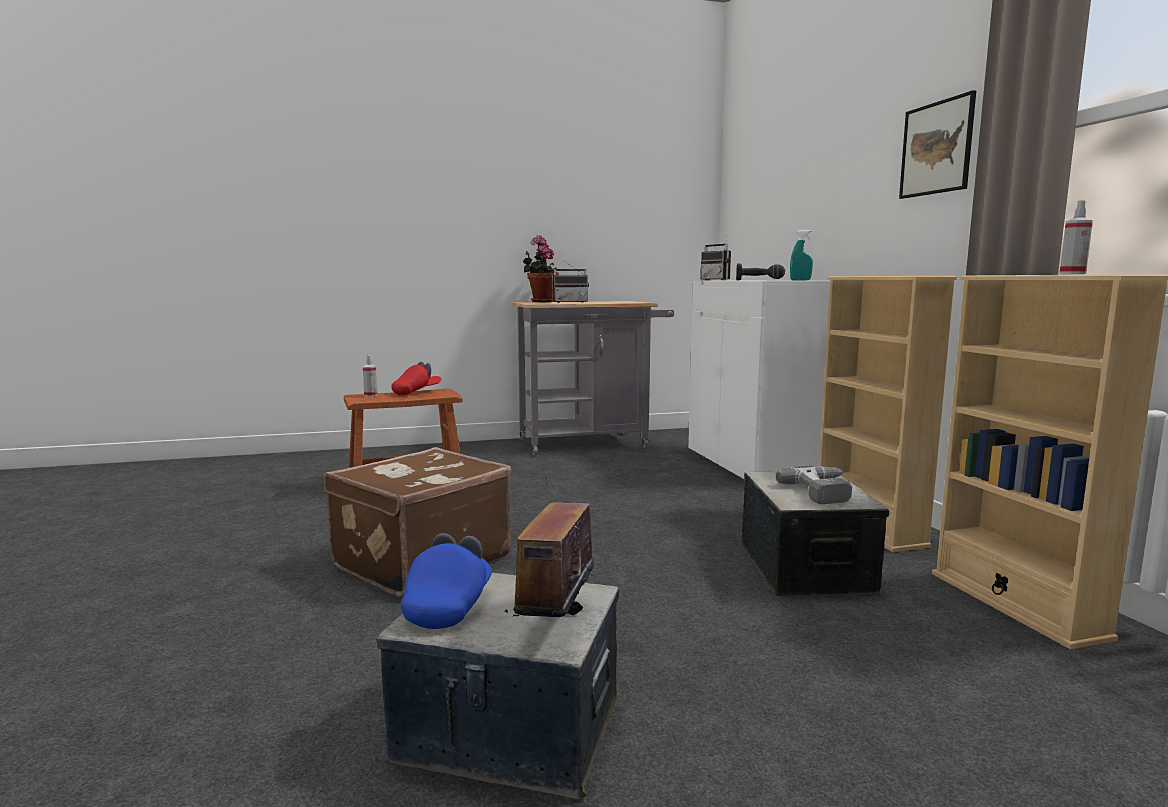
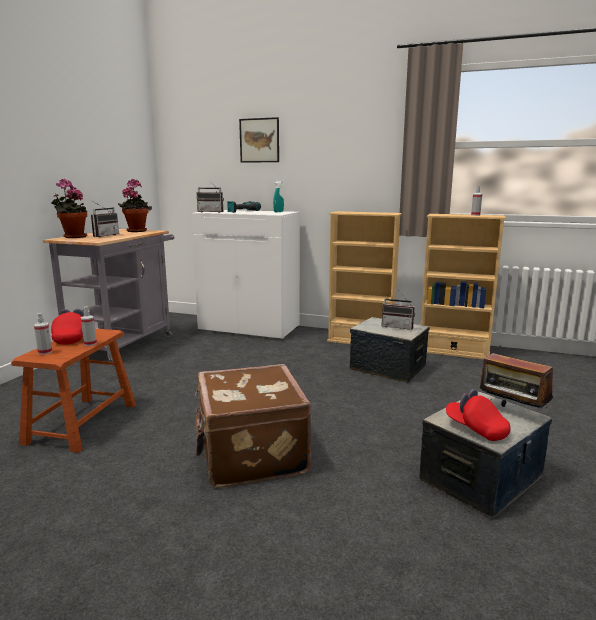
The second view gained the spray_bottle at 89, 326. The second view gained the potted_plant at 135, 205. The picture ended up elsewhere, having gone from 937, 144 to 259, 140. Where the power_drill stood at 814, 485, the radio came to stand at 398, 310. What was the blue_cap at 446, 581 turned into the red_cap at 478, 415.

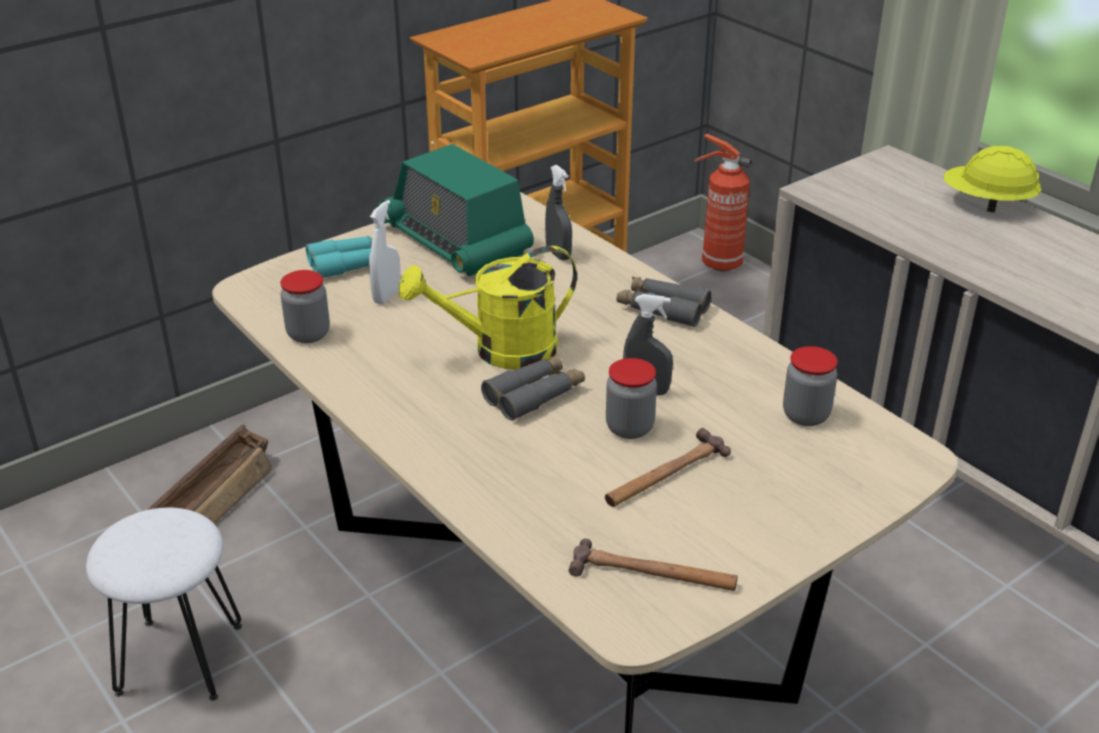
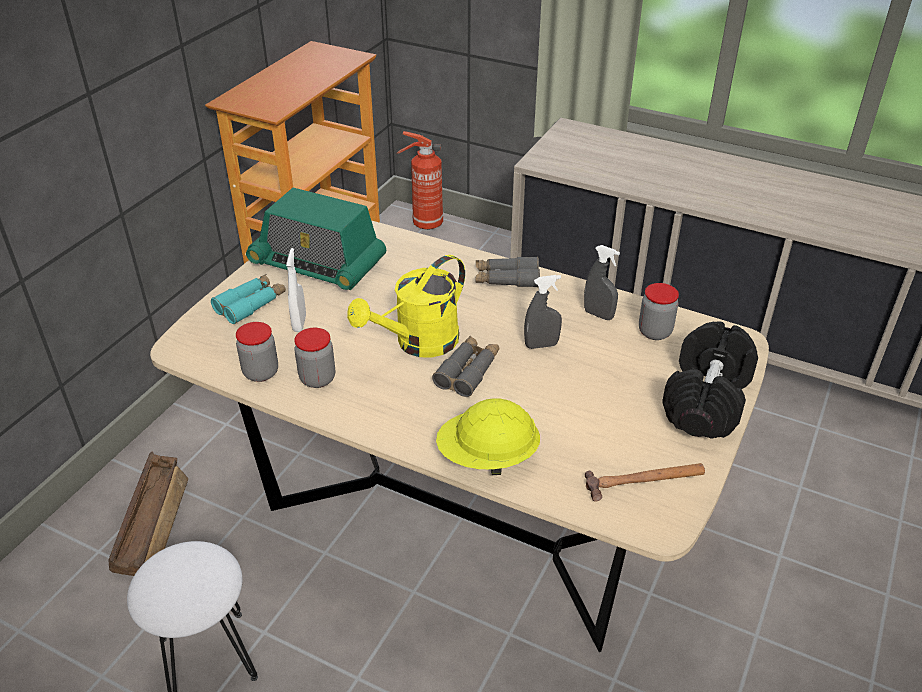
The jar ended up elsewhere, having gone from 631, 398 to 314, 358. The yellow_hard_hat ended up elsewhere, having gone from 992, 179 to 488, 436. The grey_spray_bottle ended up elsewhere, having gone from 558, 213 to 602, 282. The second view gained the black_dumbbell at 710, 380. The second view lost the hammer at 668, 467.

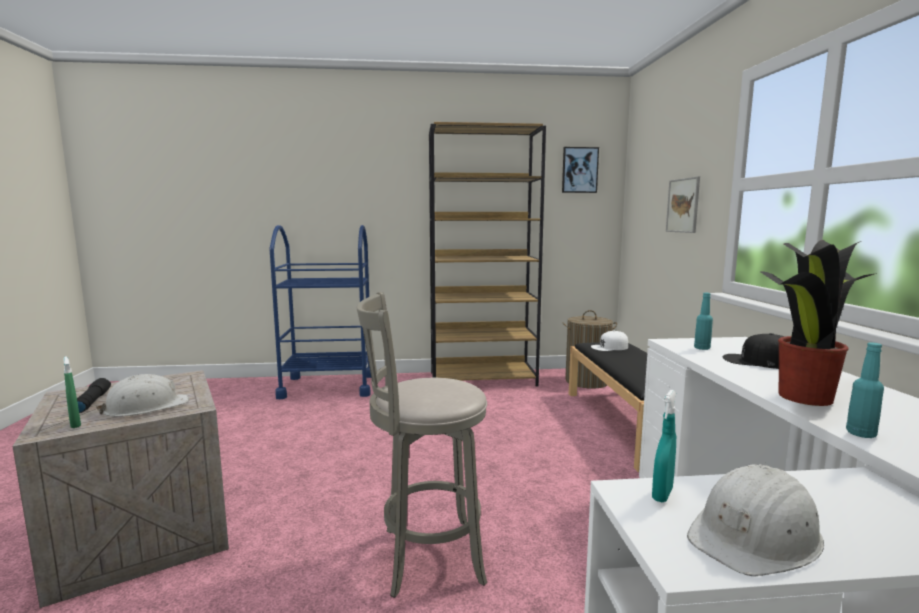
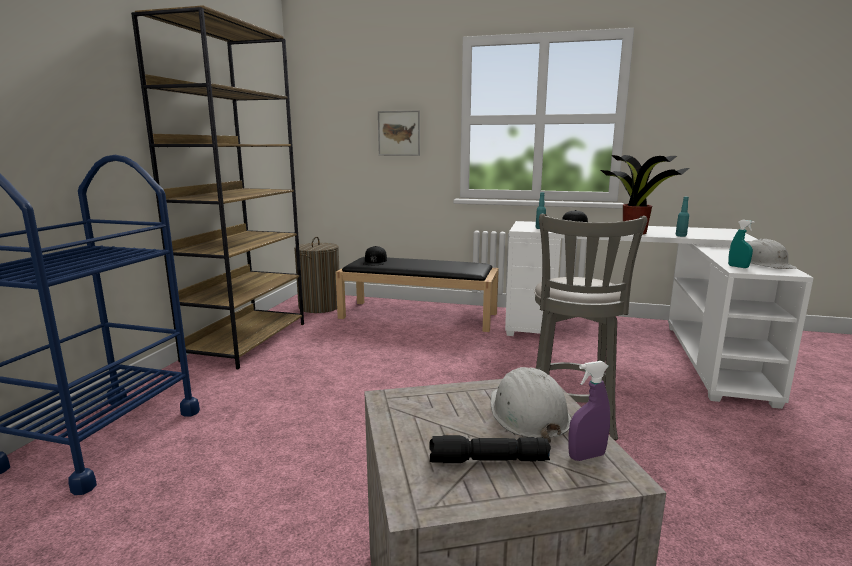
What was the white_cap at 609, 341 turned into the black_cap at 375, 255. What was the green_spray_bottle at 72, 392 turned into the purple_spray_bottle at 589, 411. The second view lost the picture at 580, 170.

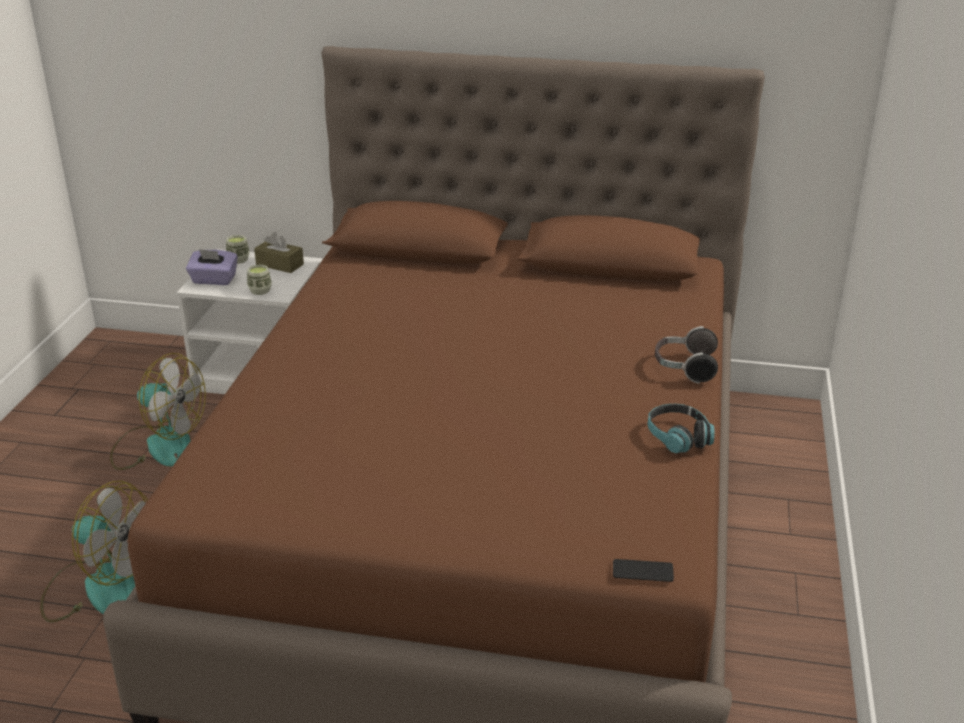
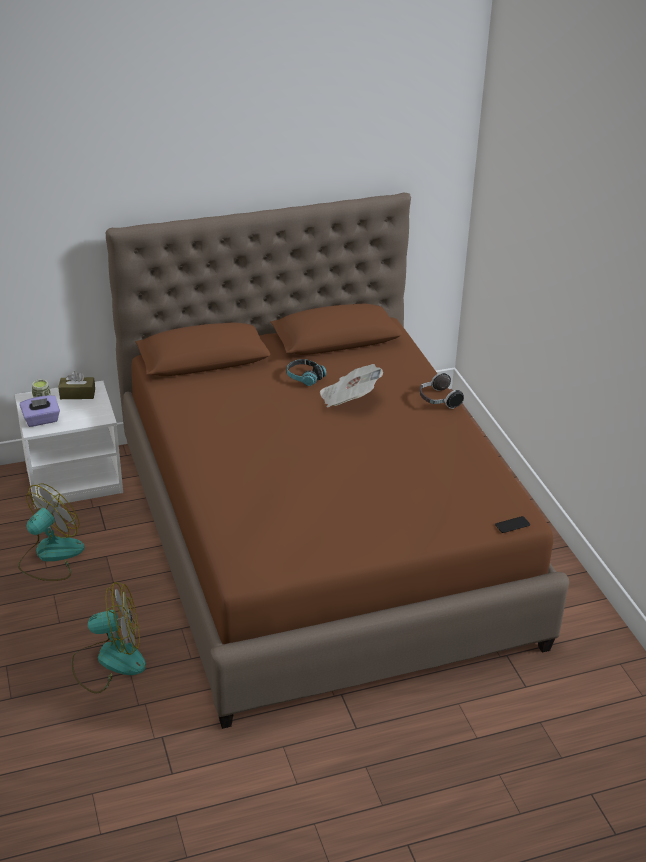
The fan at 158, 411 ended up facing another way, 45 degrees counterclockwise from before. The headphones ended up elsewhere, having gone from 681, 428 to 306, 372. The second view gained the newspaper at 351, 386. The second view lost the cup at 259, 280.

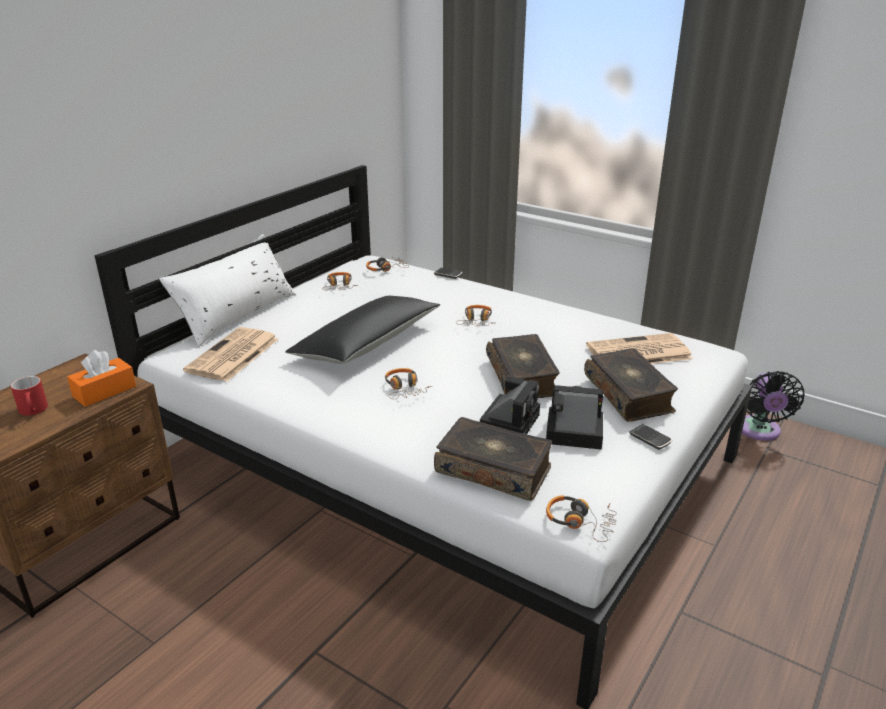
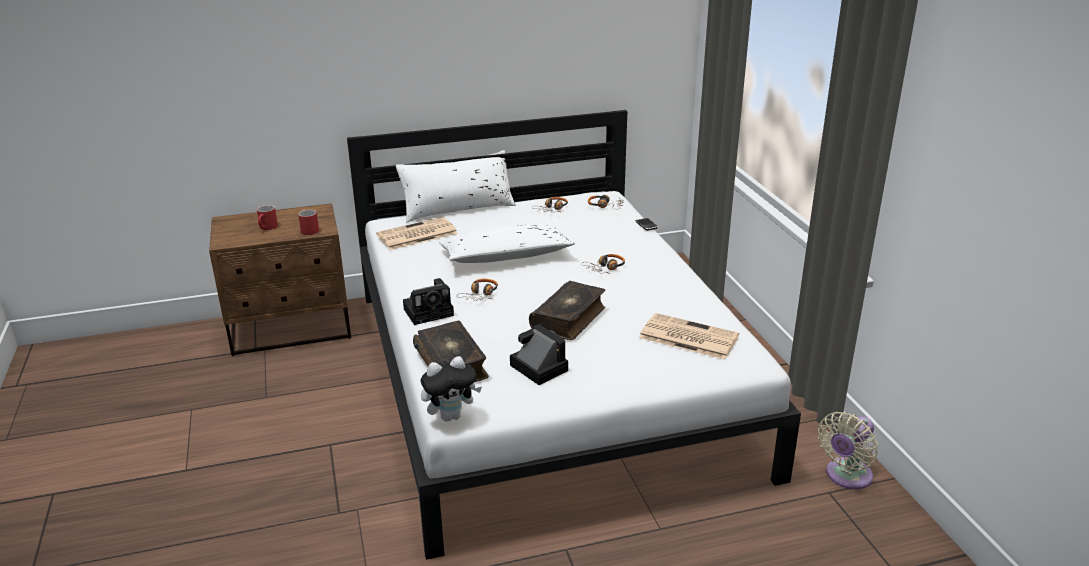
Where the orange_tissue_box stood at 101, 378, the red_mug came to stand at 308, 222. The photo_camera ended up elsewhere, having gone from 510, 405 to 428, 301. Where the headphones stood at 581, 518, the plush_toy came to stand at 451, 389. What was the black_pillow at 362, 330 turned into the white_pillow at 507, 243. What was the black_fan at 773, 406 turned into the beige_fan at 848, 450. The second view lost the book at 631, 385. The second view lost the phone at 650, 437.

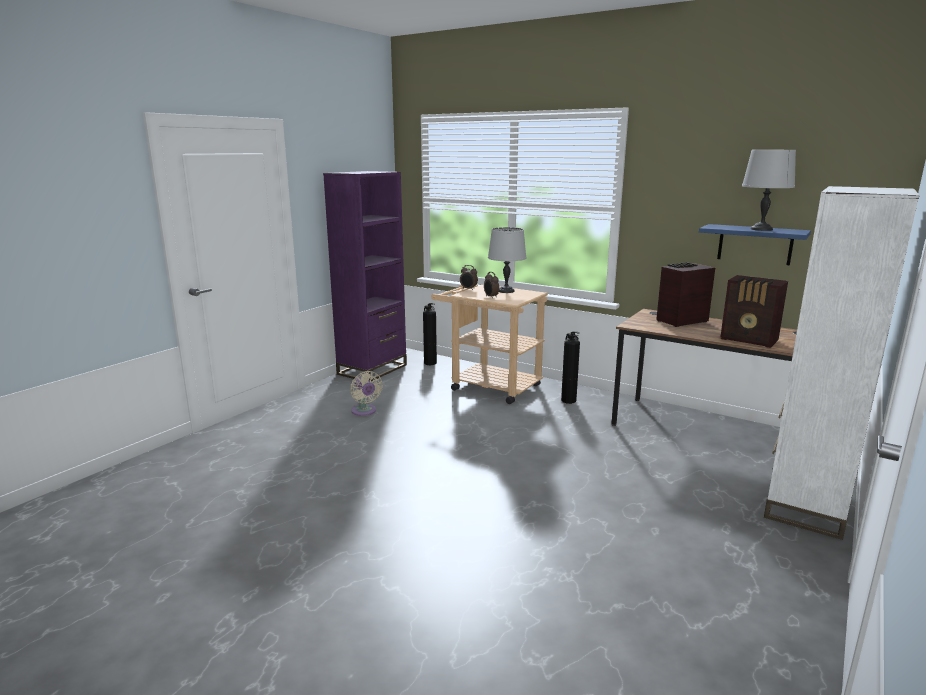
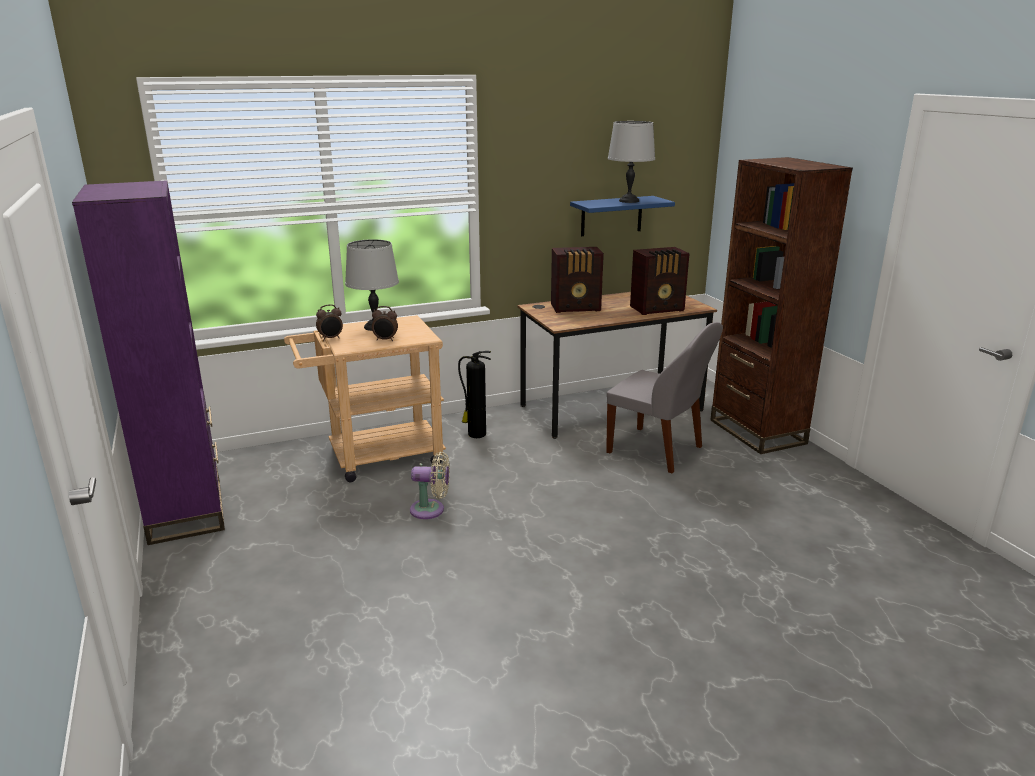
The beige_fan ended up elsewhere, having gone from 366, 393 to 430, 485. The radio at 685, 294 ended up facing another way, 105 degrees counterclockwise from before. The second view gained the grey_chair at 664, 398. What was the white_bookcase at 842, 363 turned into the brown_bookcase at 781, 305. The second view lost the fire_extinguisher at 430, 334.

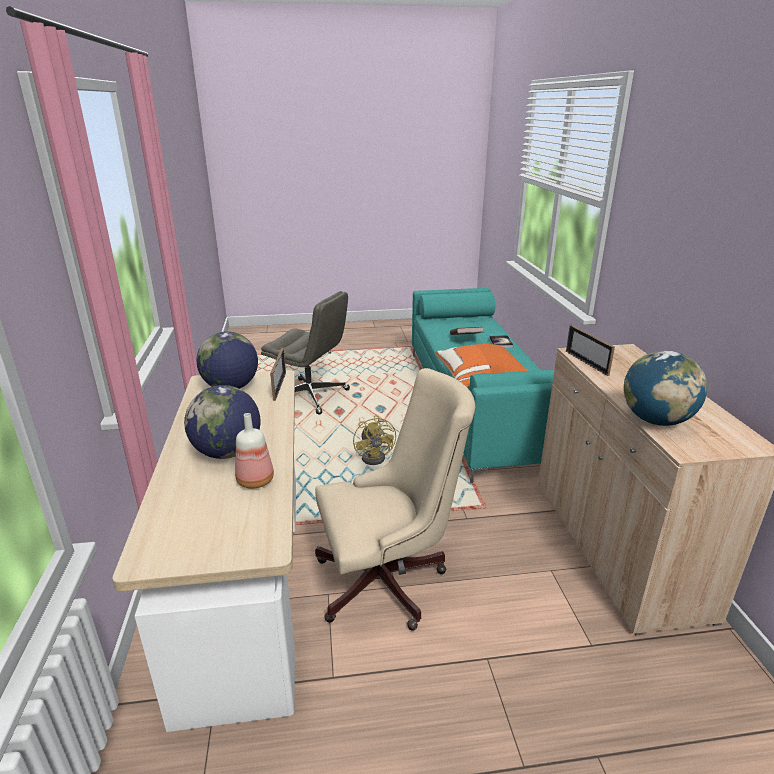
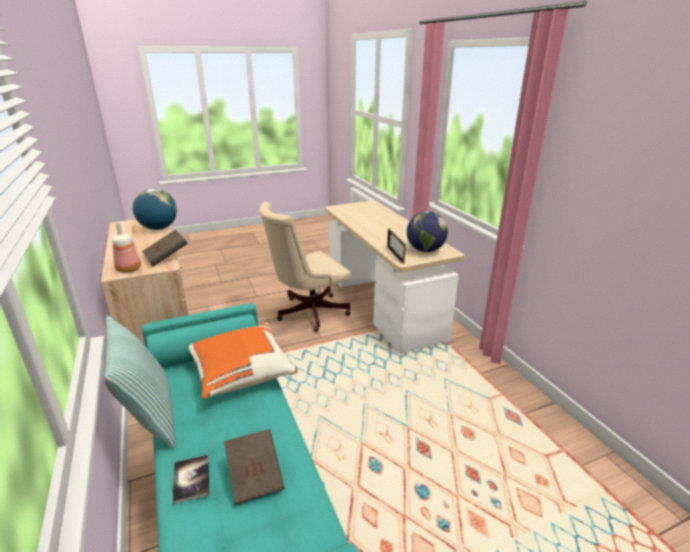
The second view gained the pillow at 139, 381. The bottle ended up elsewhere, having gone from 254, 451 to 126, 248. Where the picture_frame stood at 590, 350, the brown_book came to stand at 165, 248. The second view lost the globe at 222, 422. The second view lost the grey_office_chair at 305, 352. The second view lost the yellow_fan at 374, 440.

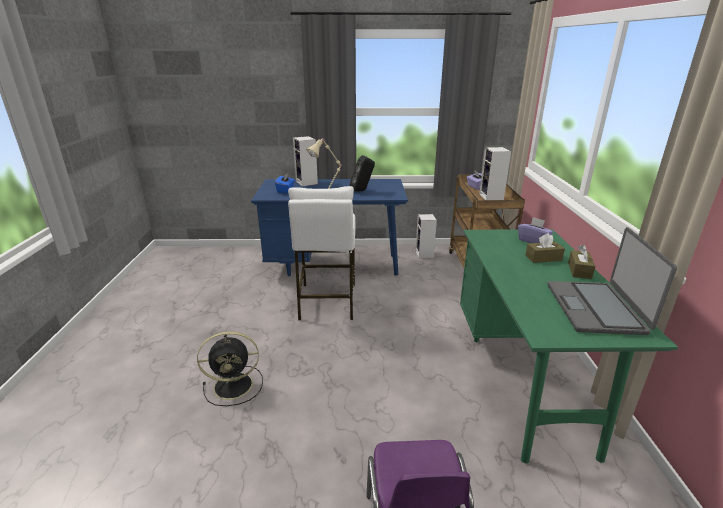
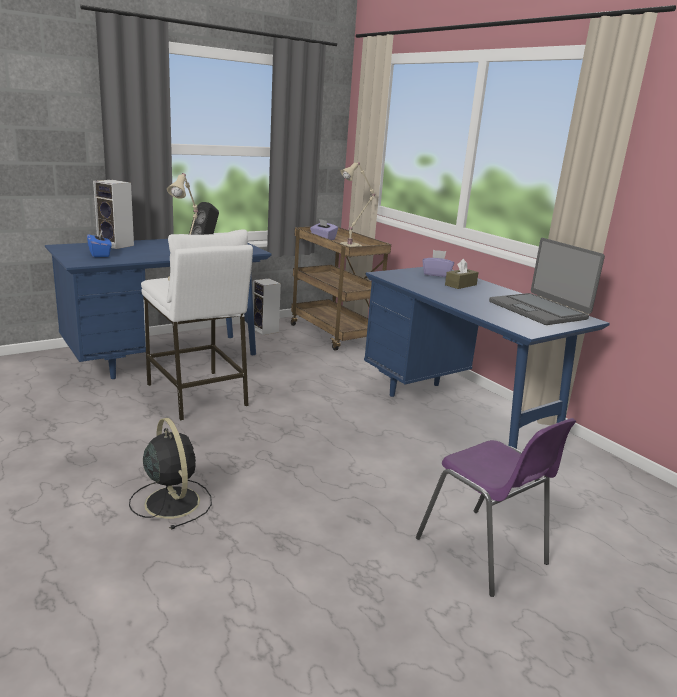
The black_fan at 230, 369 ended up facing another way, 75 degrees counterclockwise from before. Where the speaker stood at 495, 173, the beige_table_lamp came to stand at 358, 204. What was the green_desk at 569, 346 turned into the blue_desk at 487, 358. The second view lost the brown_tissue_box at 581, 262.

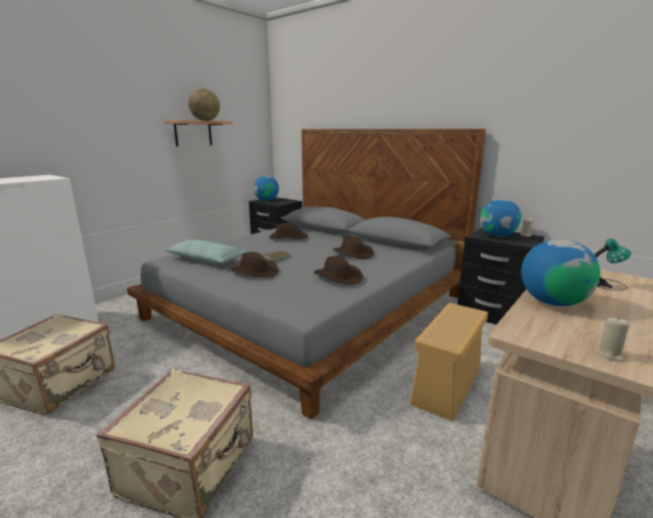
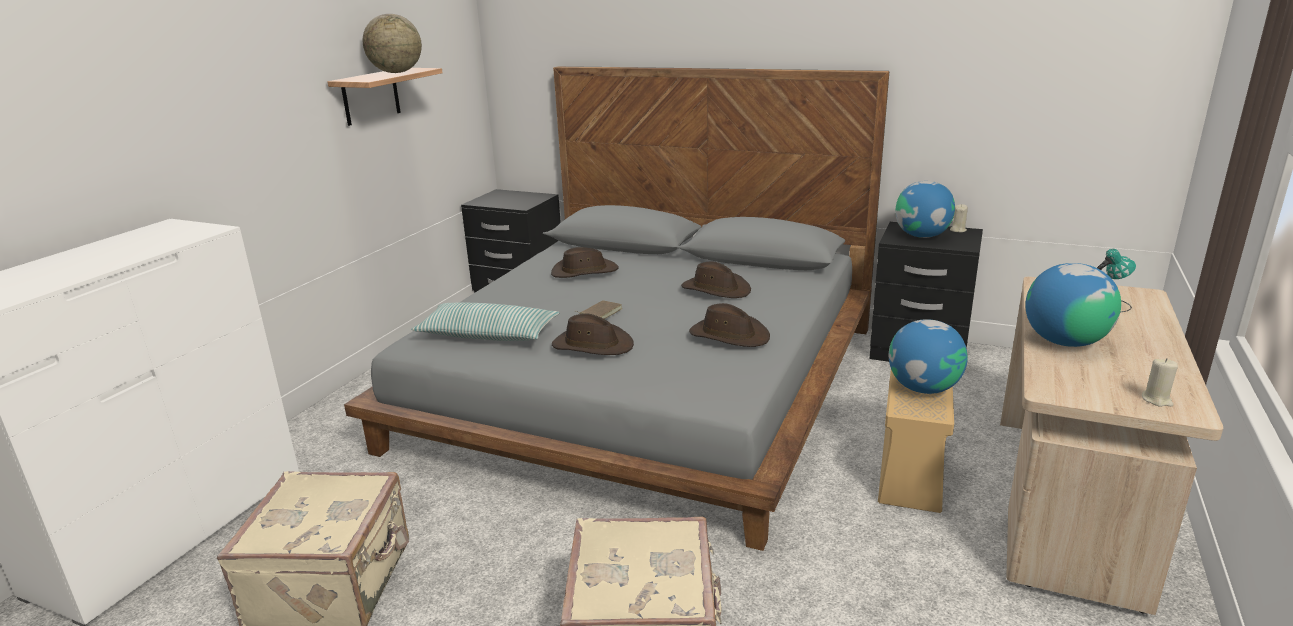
The globe ended up elsewhere, having gone from 266, 188 to 928, 356.

